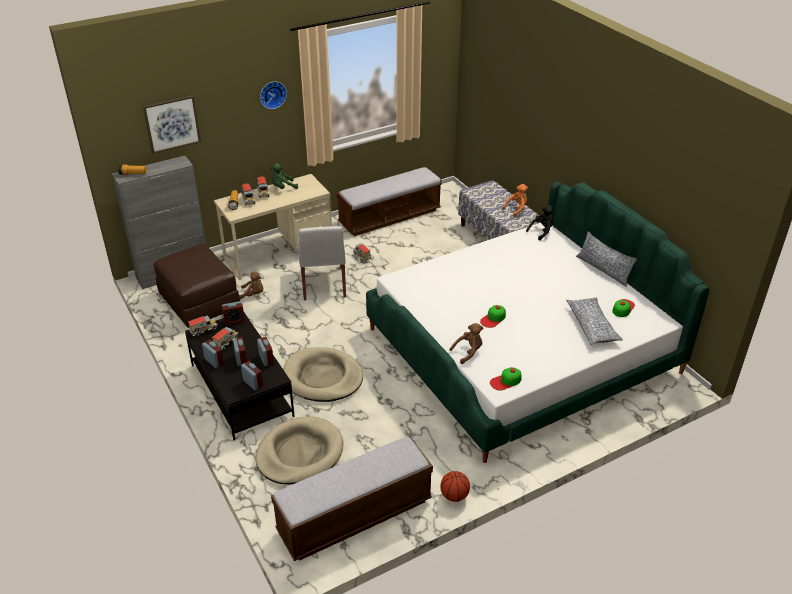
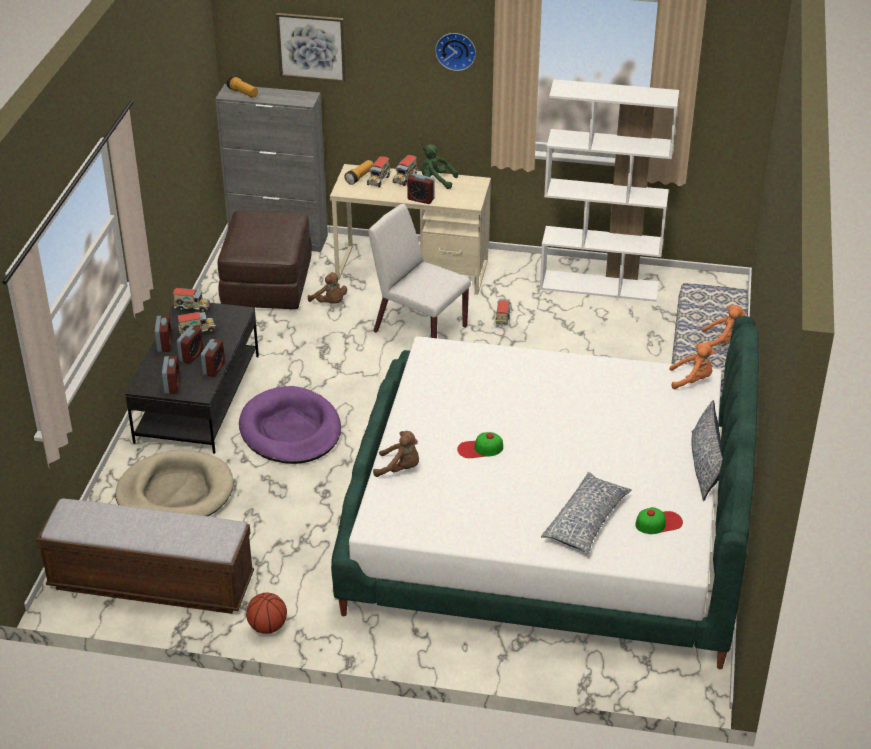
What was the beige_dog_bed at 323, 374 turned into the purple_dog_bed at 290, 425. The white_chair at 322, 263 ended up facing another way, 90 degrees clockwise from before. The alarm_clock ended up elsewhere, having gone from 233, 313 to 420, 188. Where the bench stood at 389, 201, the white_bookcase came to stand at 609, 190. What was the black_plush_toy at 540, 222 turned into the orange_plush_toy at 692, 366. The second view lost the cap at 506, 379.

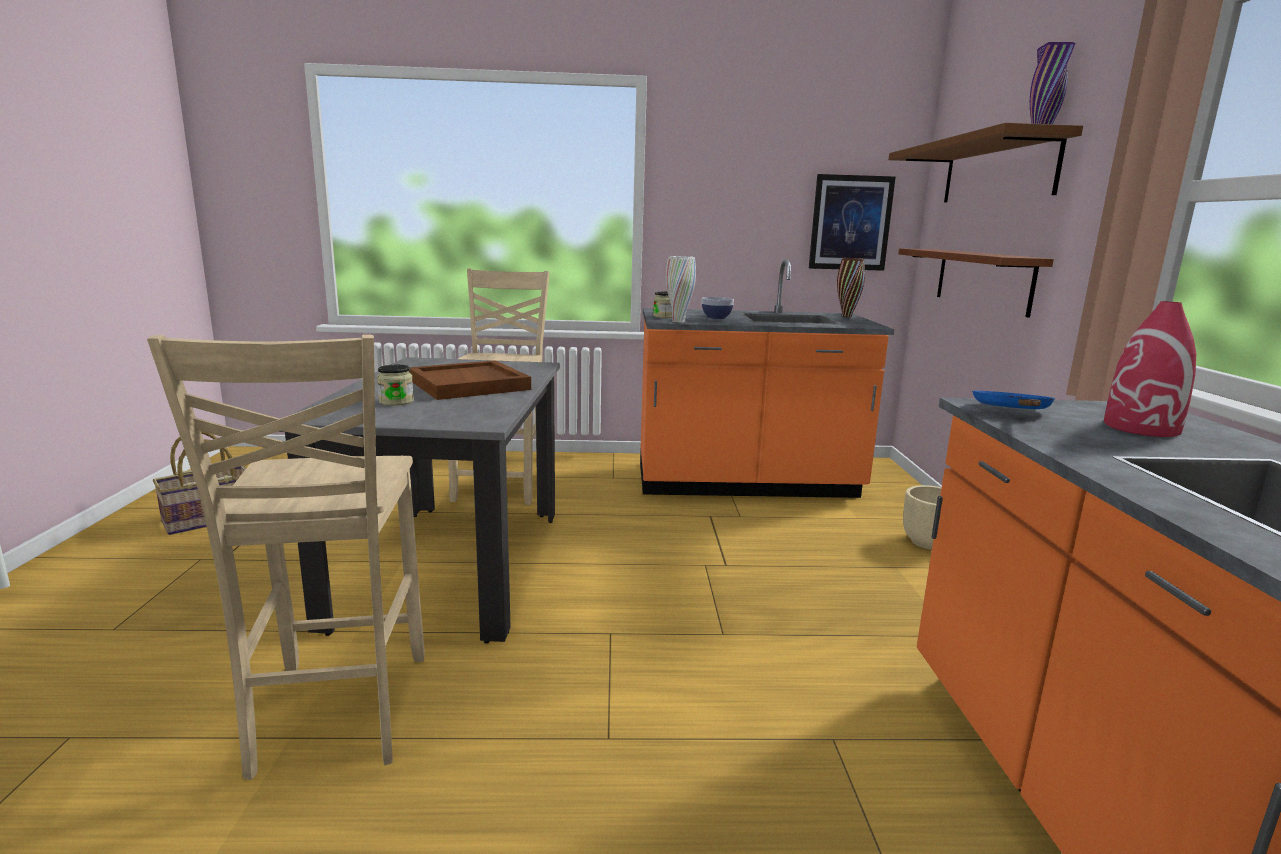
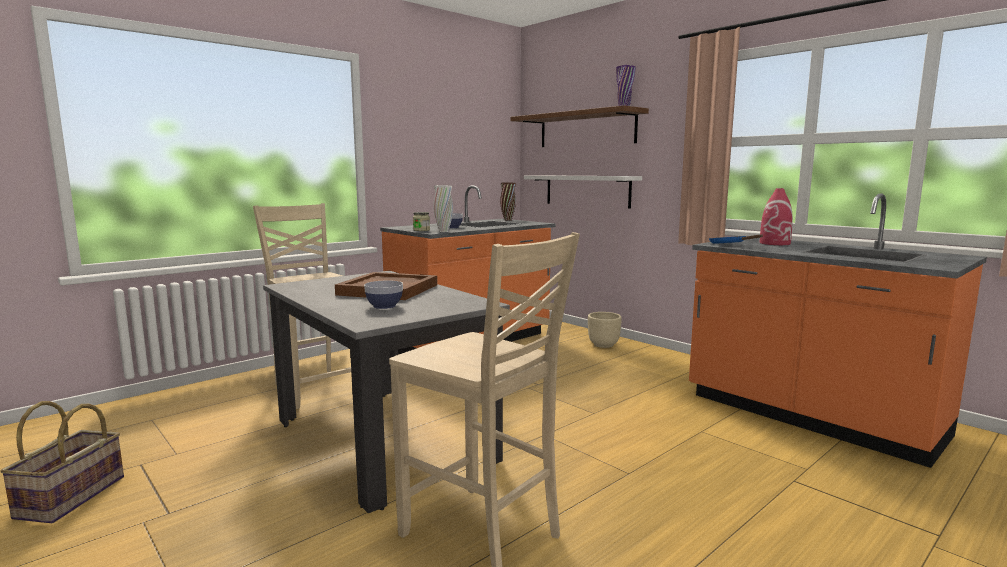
Where the jar stood at 395, 385, the bowl came to stand at 383, 294. What was the brown_shelf at 976, 283 turned into the white_shelf at 583, 191. The second view lost the picture at 852, 222.

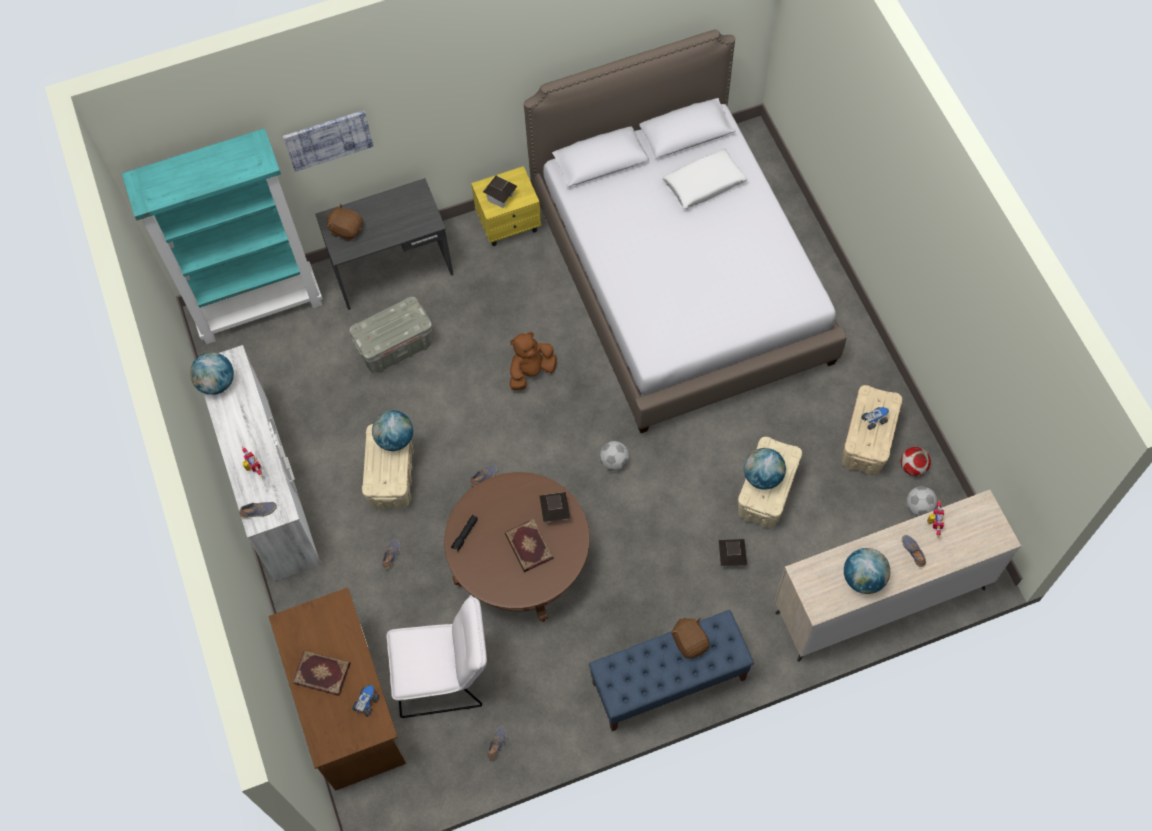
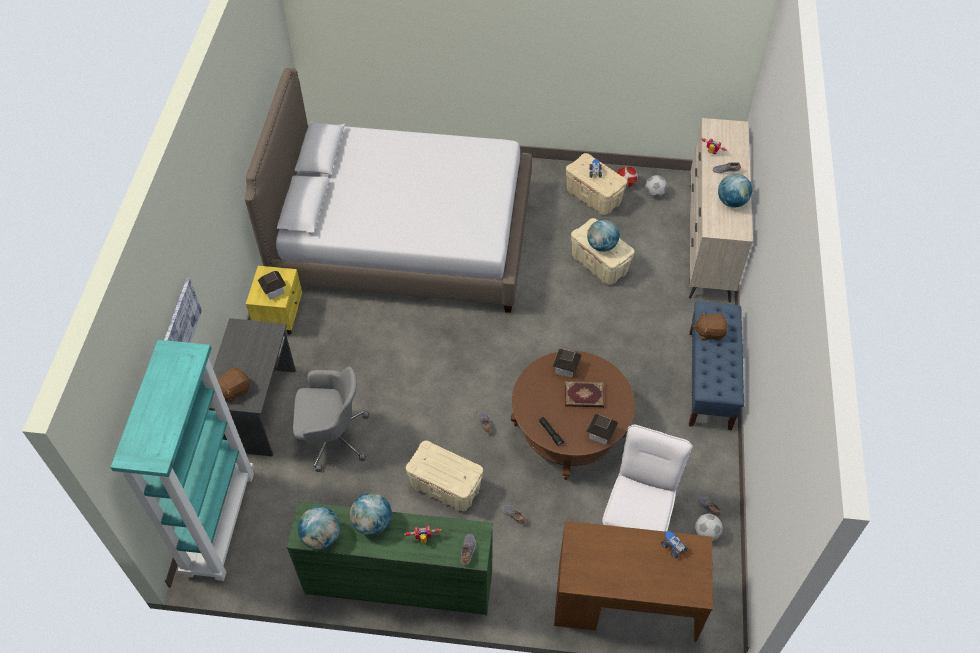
What was the white_dresser at 262, 463 turned into the green_dresser at 390, 558. Where the grey_storage_box stood at 390, 335, the grey_office_chair came to stand at 331, 419. The globe ended up elsewhere, having gone from 392, 430 to 371, 514. The toy_house ended up elsewhere, having gone from 733, 553 to 602, 429. The football ended up elsewhere, having gone from 614, 456 to 709, 527. The second view lost the book at 321, 673. The second view lost the brown_plush_toy at 533, 361. The second view lost the white_pillow at 705, 179.

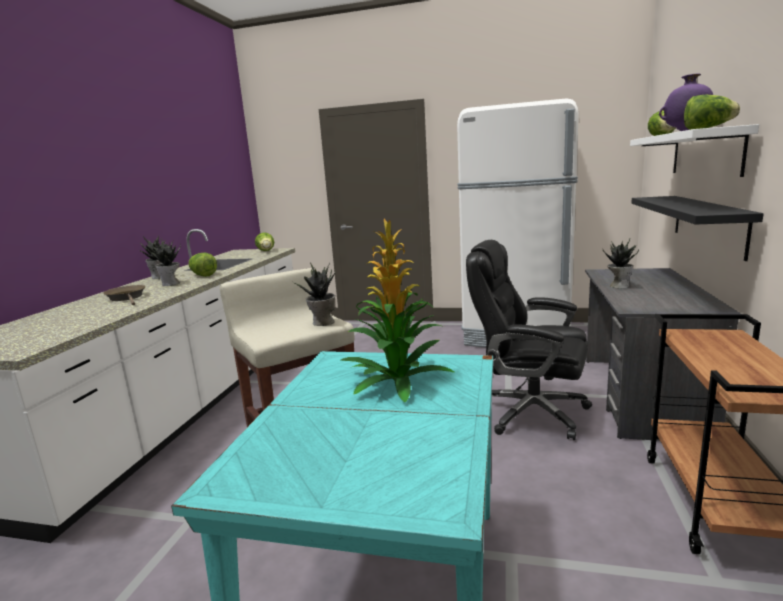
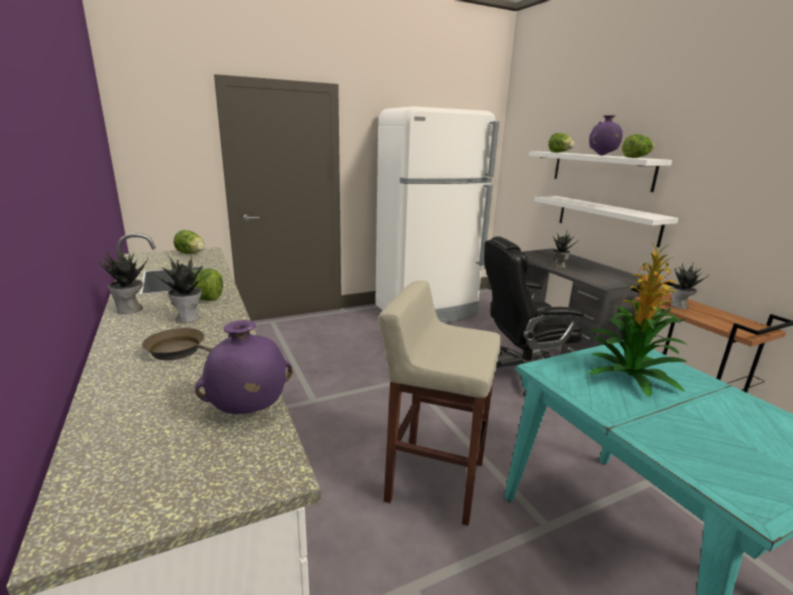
The second view gained the purple_vase at 243, 367. What was the black_shelf at 697, 228 turned into the white_shelf at 606, 221. The potted_plant ended up elsewhere, having gone from 313, 294 to 689, 286.

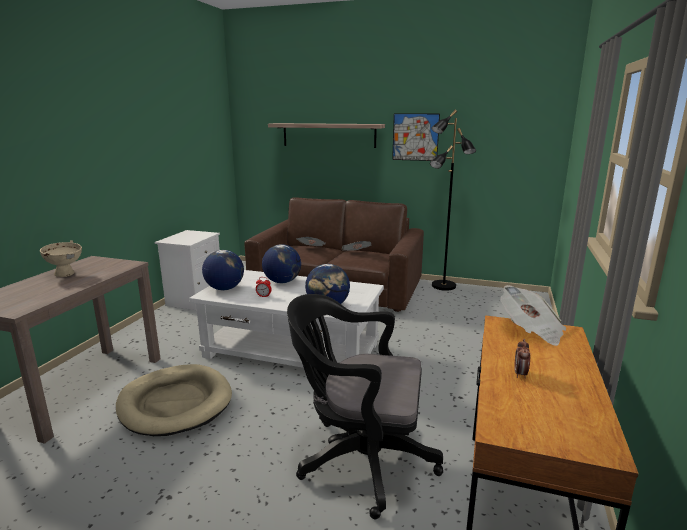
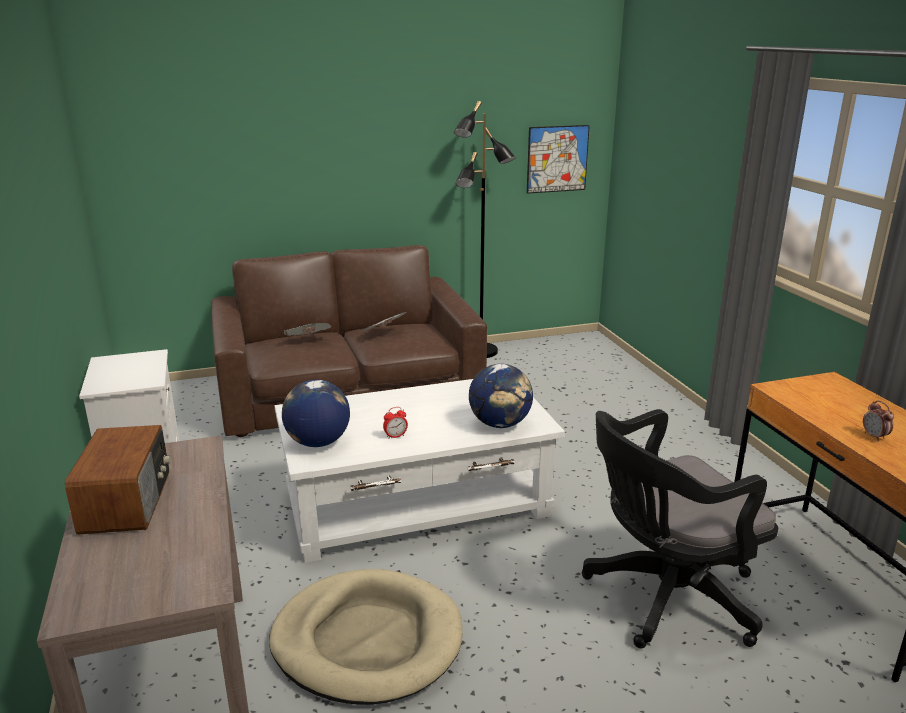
Where the beige_bowl stood at 61, 258, the radio came to stand at 118, 480. The picture ended up elsewhere, having gone from 416, 137 to 558, 159. The second view lost the globe at 281, 263. The second view lost the shelf at 326, 135. The second view lost the newspaper at 533, 315.

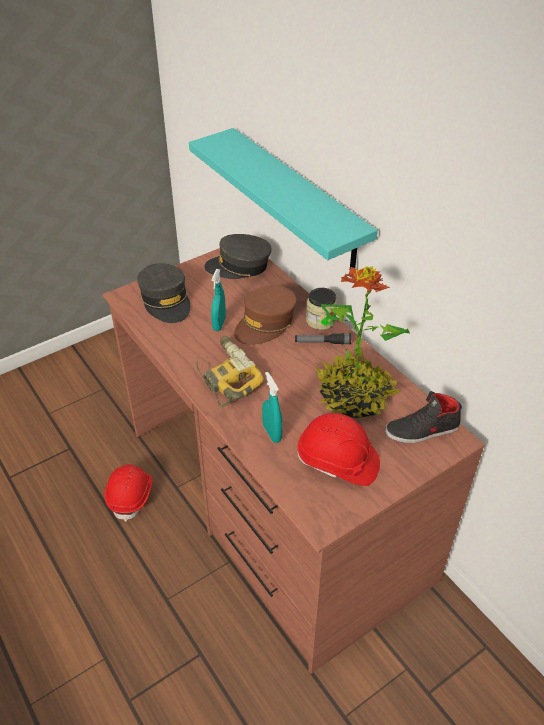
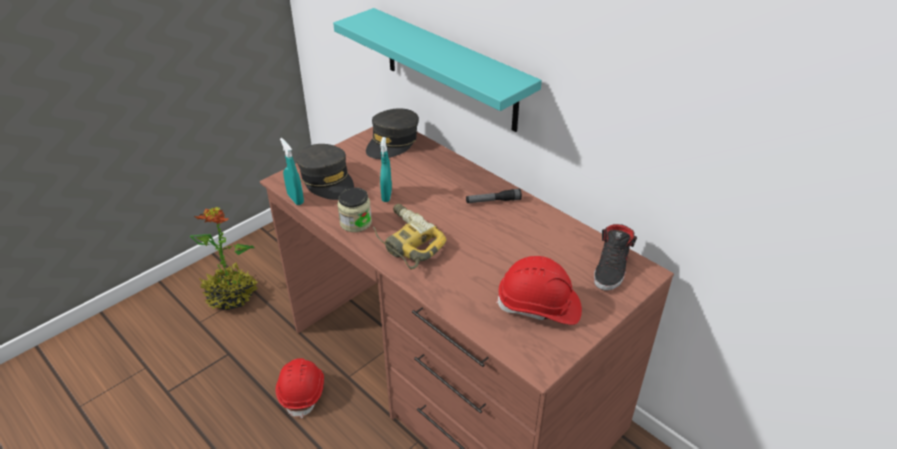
The potted_plant ended up elsewhere, having gone from 362, 342 to 224, 258. The turquoise_spray_bottle ended up elsewhere, having gone from 272, 407 to 292, 171. The jar ended up elsewhere, having gone from 321, 309 to 354, 209. The grey_cap at 238, 256 ended up facing another way, 45 degrees counterclockwise from before. The black_shoe at 423, 417 ended up facing another way, 45 degrees counterclockwise from before. The second view lost the brown_cap at 265, 315.

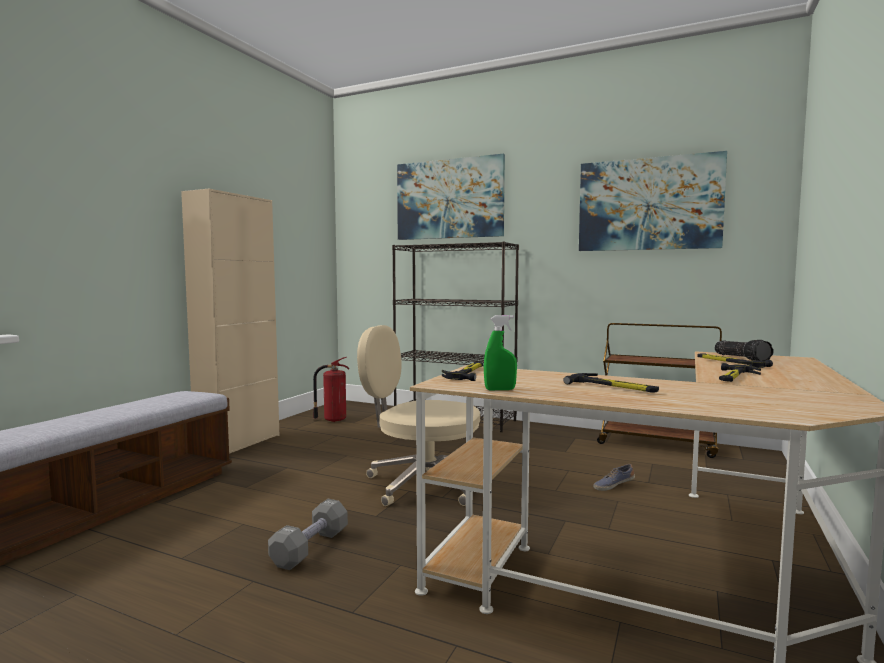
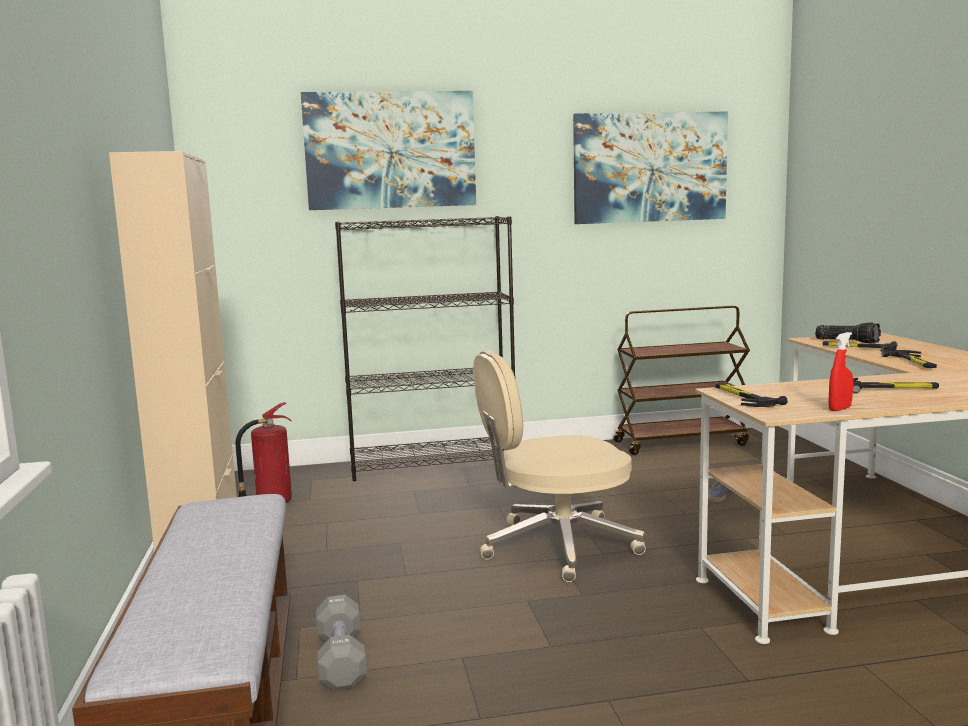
The grey_dumbbell ended up elsewhere, having gone from 308, 534 to 341, 643. What was the green_spray_bottle at 500, 352 turned into the red_spray_bottle at 840, 371.

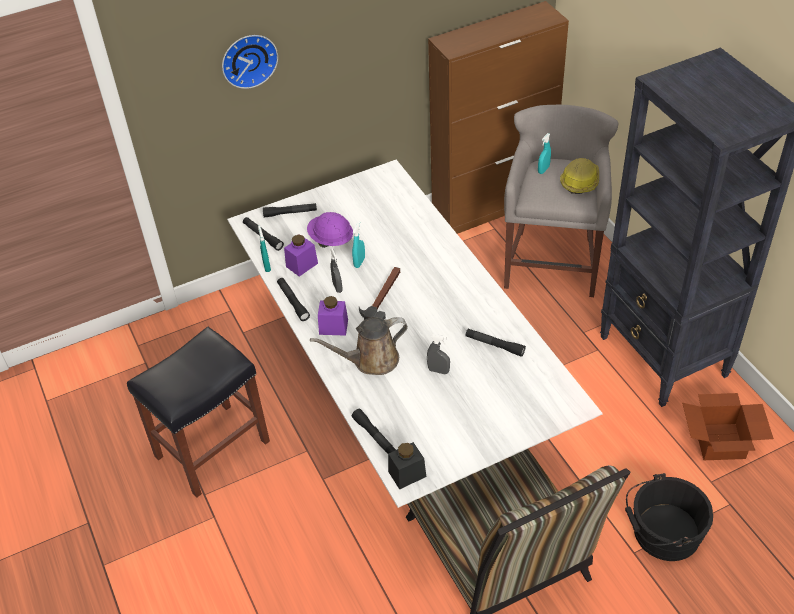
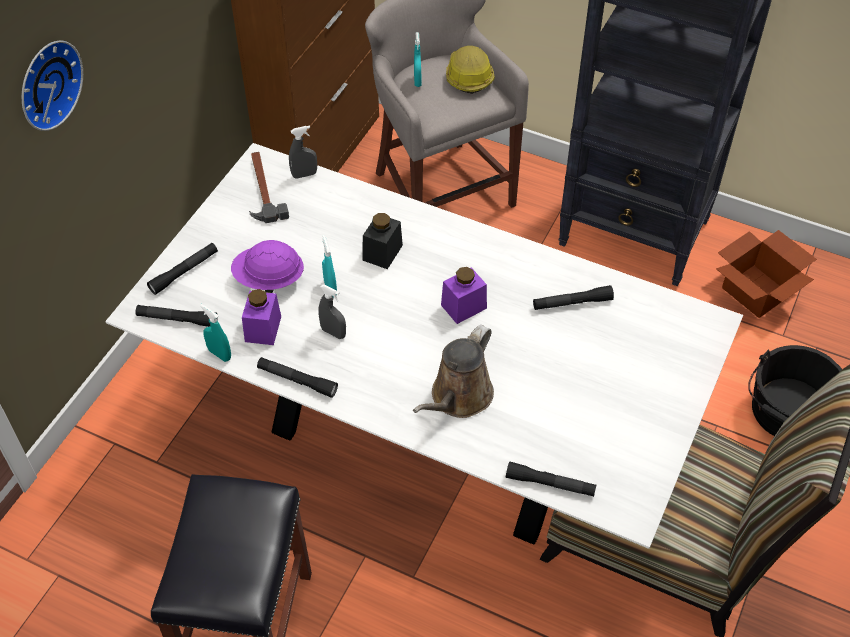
The hammer ended up elsewhere, having gone from 379, 293 to 269, 187. The grey_spray_bottle ended up elsewhere, having gone from 438, 354 to 303, 152. The black_jar ended up elsewhere, having gone from 407, 466 to 383, 241. The purple_jar ended up elsewhere, having gone from 333, 316 to 464, 295.

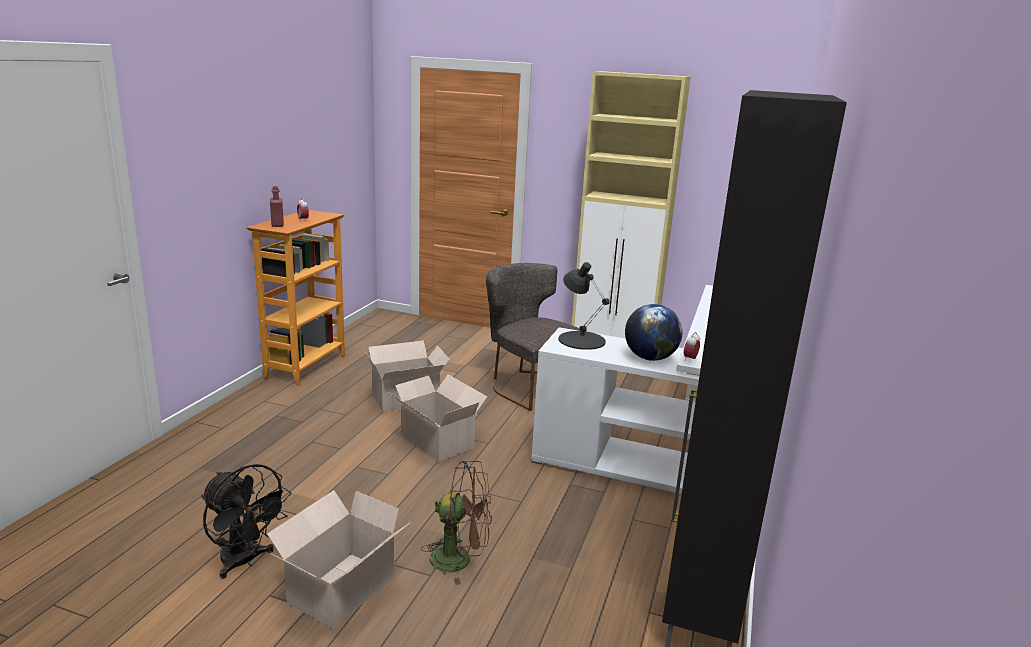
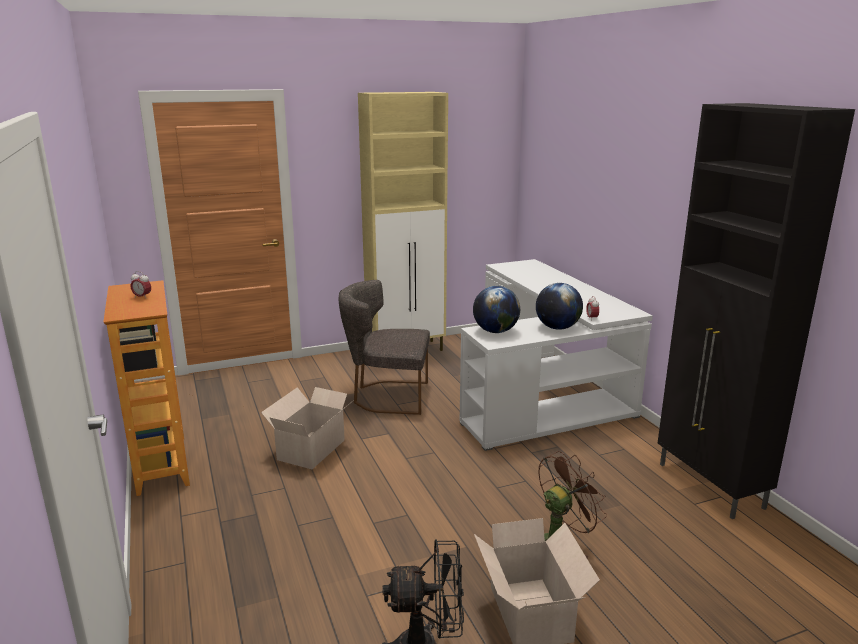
Where the black_table_lamp stood at 584, 306, the globe came to stand at 496, 309. The second view lost the red_bottle at 277, 206. The second view lost the cardboard_box at 438, 418.

